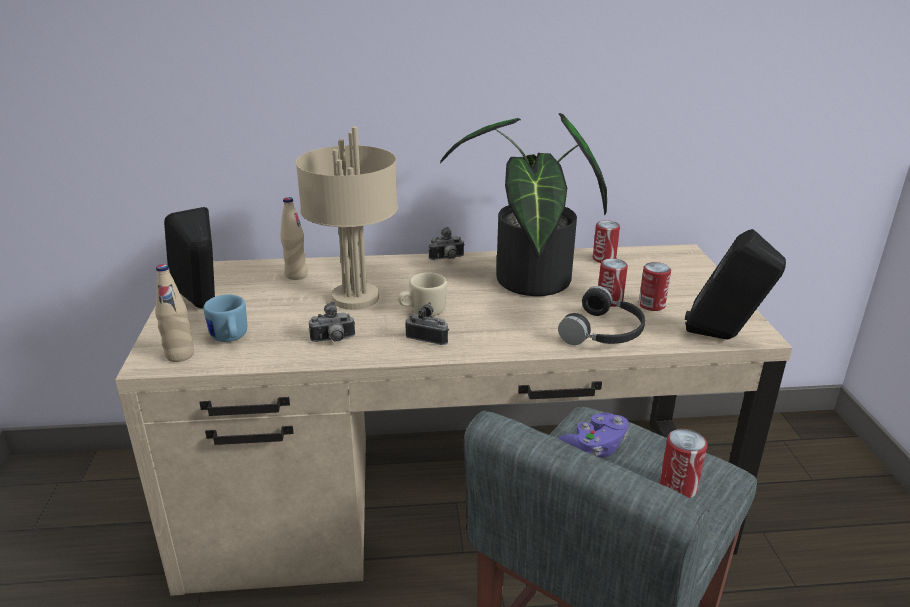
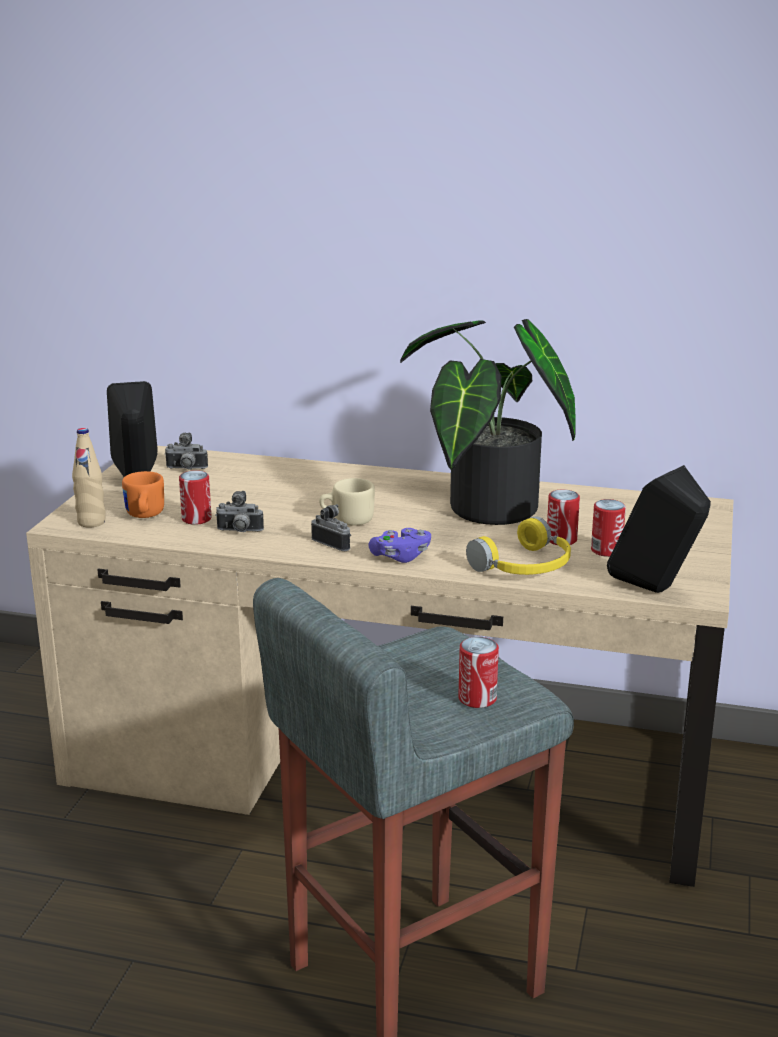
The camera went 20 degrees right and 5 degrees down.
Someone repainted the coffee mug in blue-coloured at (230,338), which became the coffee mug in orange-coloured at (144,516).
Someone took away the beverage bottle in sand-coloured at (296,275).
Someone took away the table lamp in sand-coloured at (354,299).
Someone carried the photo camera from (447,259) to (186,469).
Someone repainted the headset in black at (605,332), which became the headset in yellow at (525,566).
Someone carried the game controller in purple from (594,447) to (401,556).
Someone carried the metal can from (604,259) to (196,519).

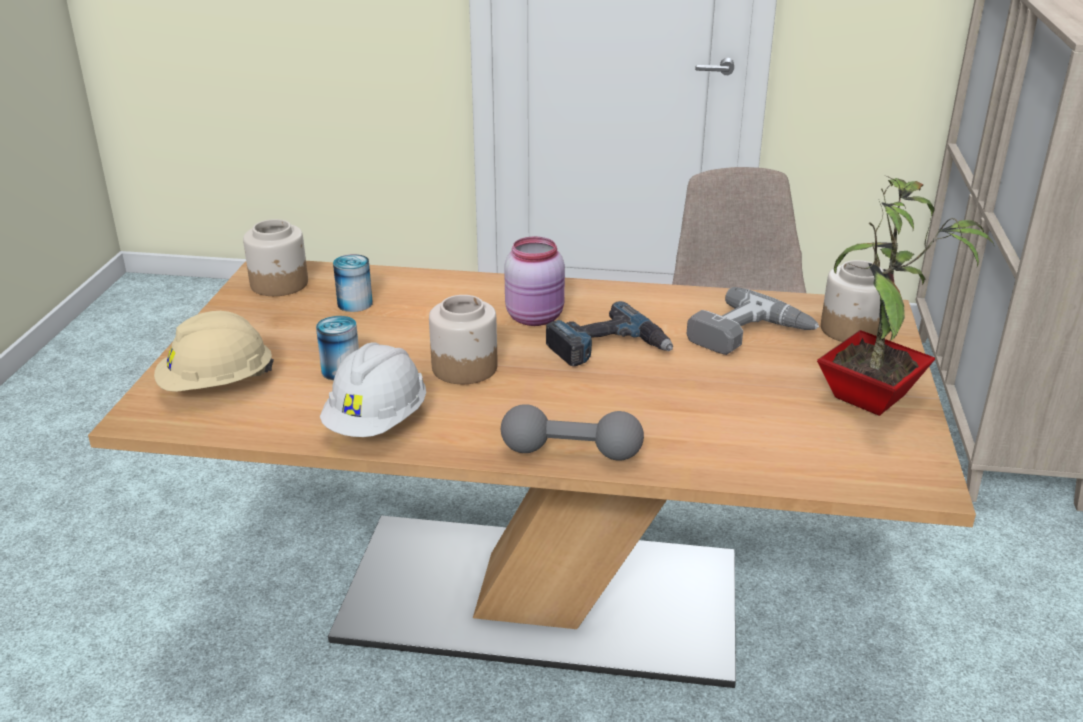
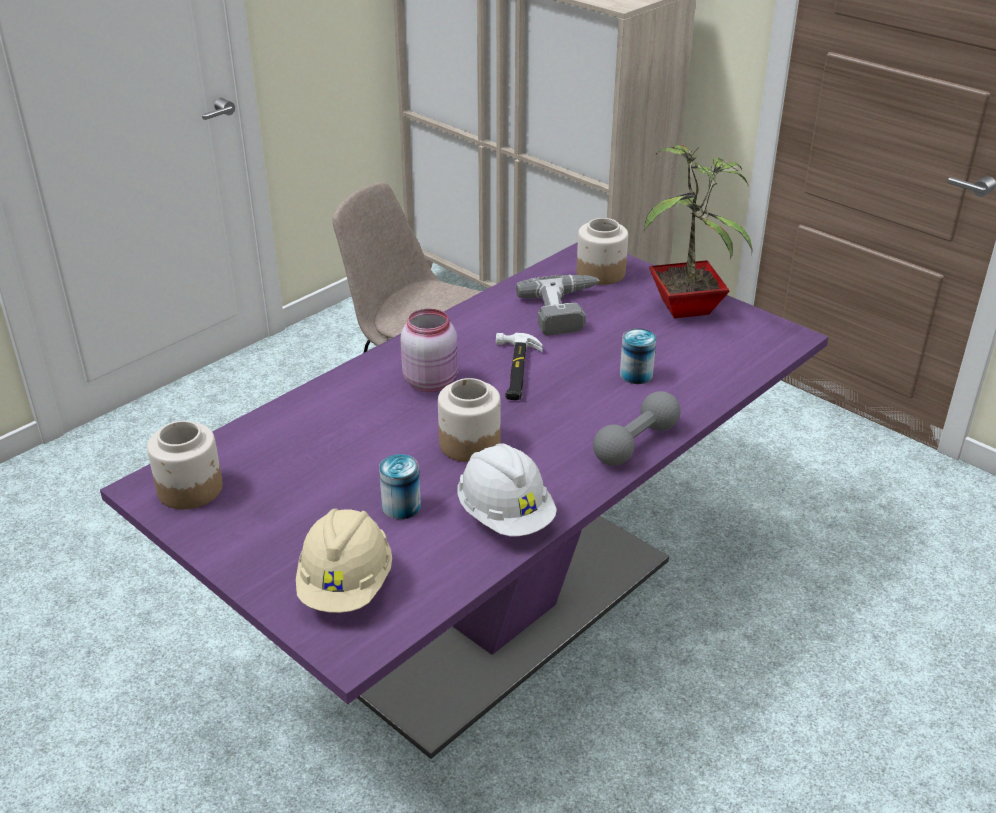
The camera went 55 degrees left and 5 degrees up.
Someone repainted the dinner table in sand-coloured at (541,599), which became the dinner table in purple at (497,610).
Someone carried the metal can from (355,303) to (636,374).
Someone swapped the power drill at (608,348) for the hammer at (515,370).

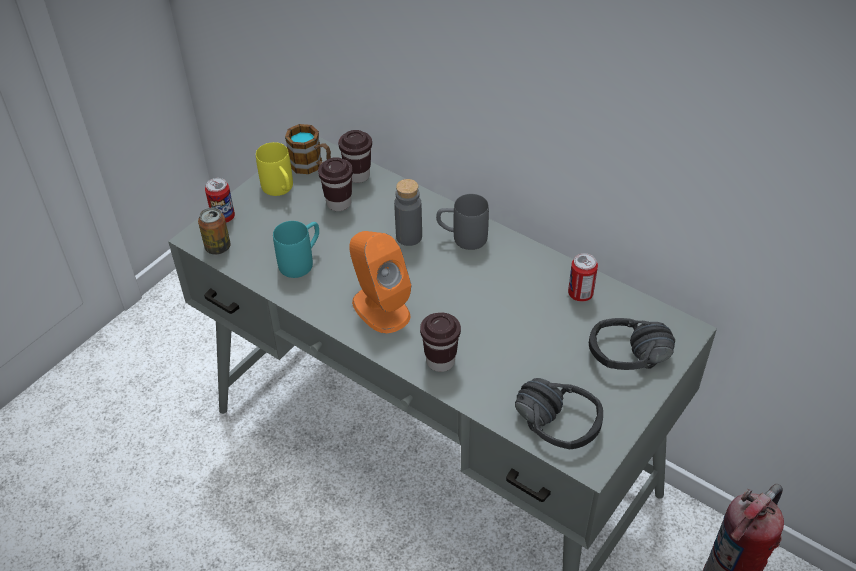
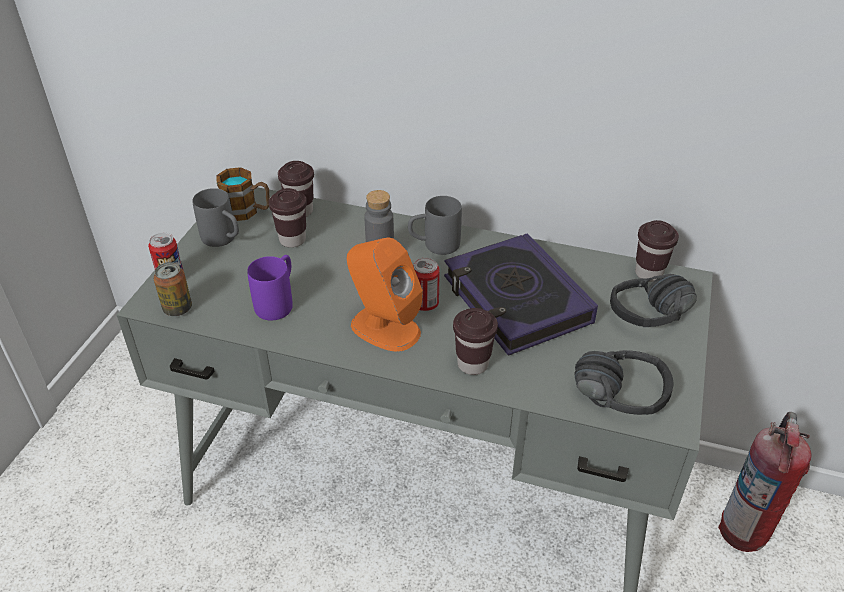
The camera went 20 degrees left and 5 degrees down.
Someone repainted the coffee mug in yellow at (280,190), which became the coffee mug in gray at (224,240).
Someone repainted the coffee mug in turquoise at (302,261), which became the coffee mug in purple at (278,302).
Someone carried the metal can from (580,294) to (425,304).
Someone put down the bound book at (516,301).
Someone put down the drinking cup in brownish at (648,273).

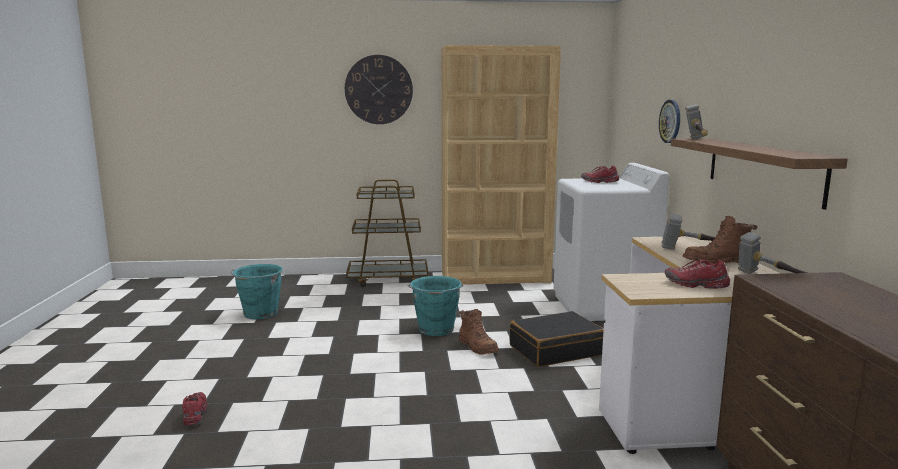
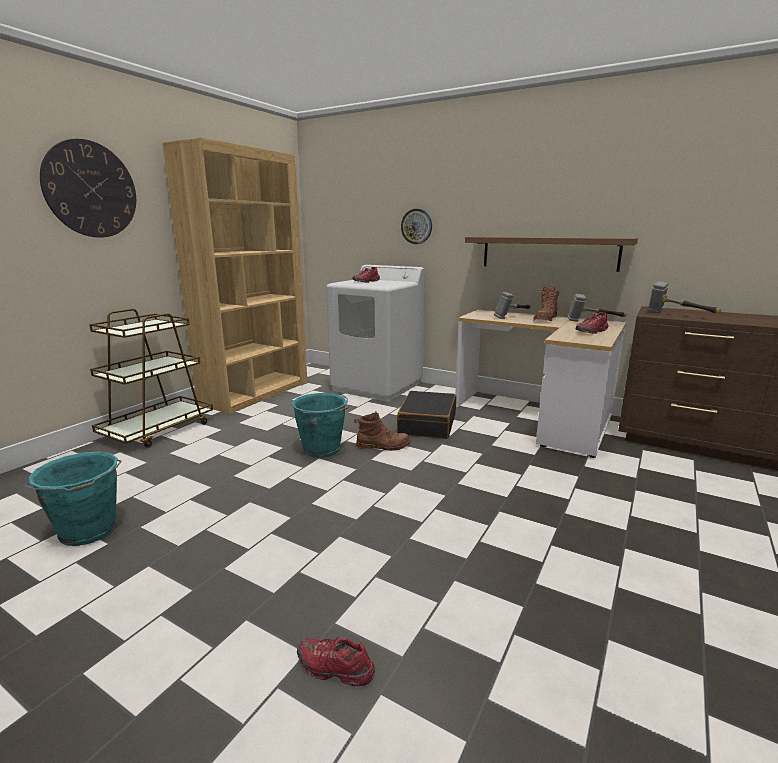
The camera went 55 degrees left and 5 degrees up.
Someone carried the hammer from (697,140) to (678,315).

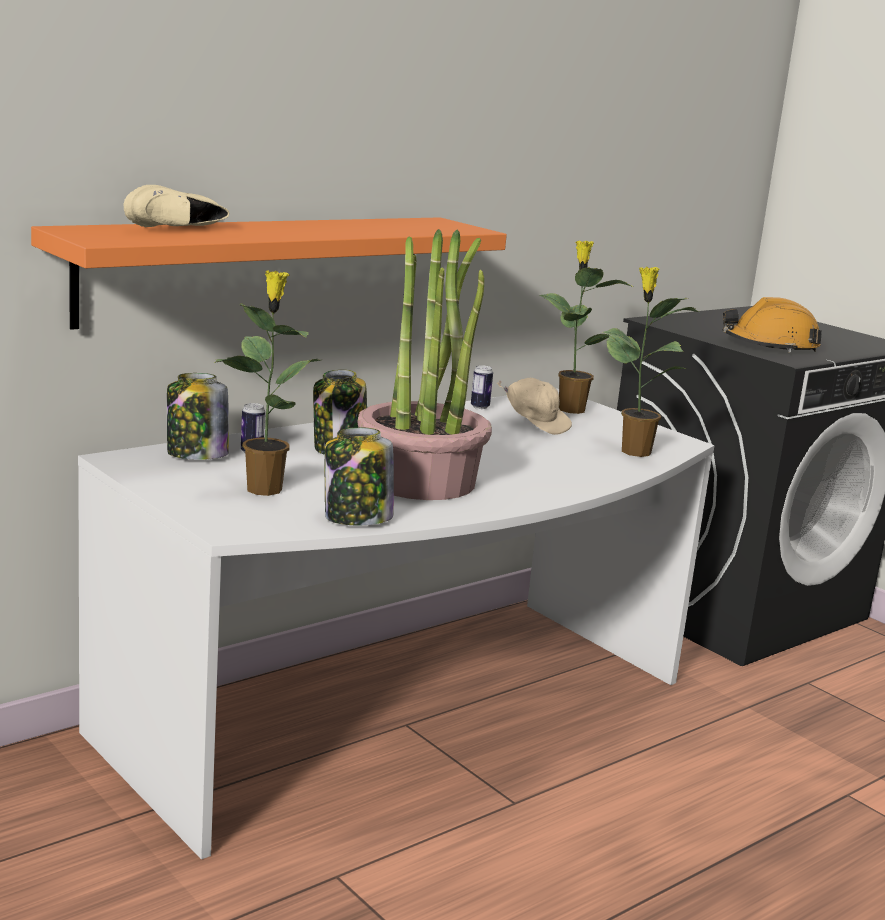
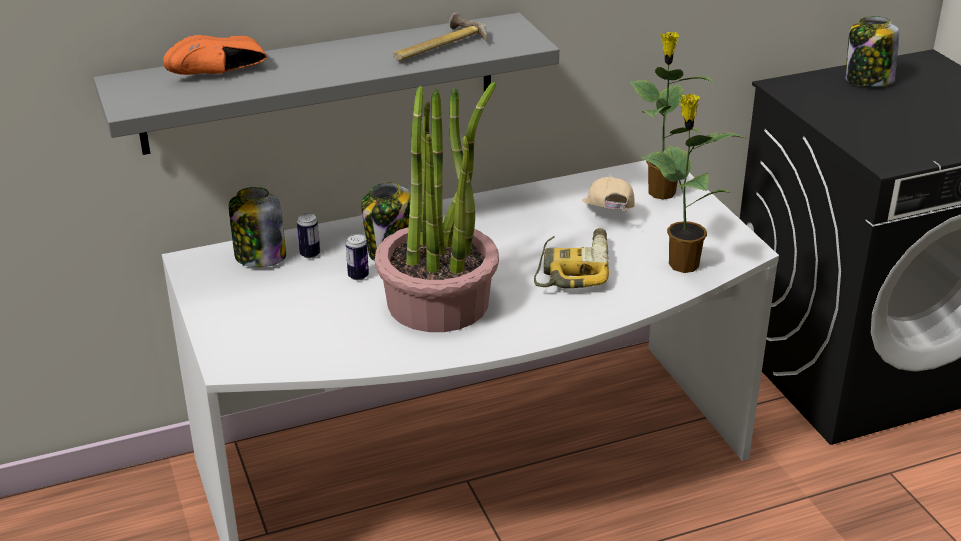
The camera went 20 degrees right and 15 degrees up.
Someone repainted the wall shelf in orange-coloured at (257,268), which became the wall shelf in gray at (320,83).
Someone repainted the item of footwear in sand-coloured at (179,230), which became the item of footwear in orange-coloured at (221,74).
Someone took away the houseplant at (264,488).
Someone carried the storage jar from (356,518) to (867,80).
Someone carried the metal can from (480,407) to (358,276).
Someone rotated the peaked cap in sand-coloured at (535,424) by 150 degrees counterclockwise.
Someone took away the hard hat in orange-coloured at (770,346).
Someone put down the hammer at (437,47).
Someone put down the power drill at (572,268).

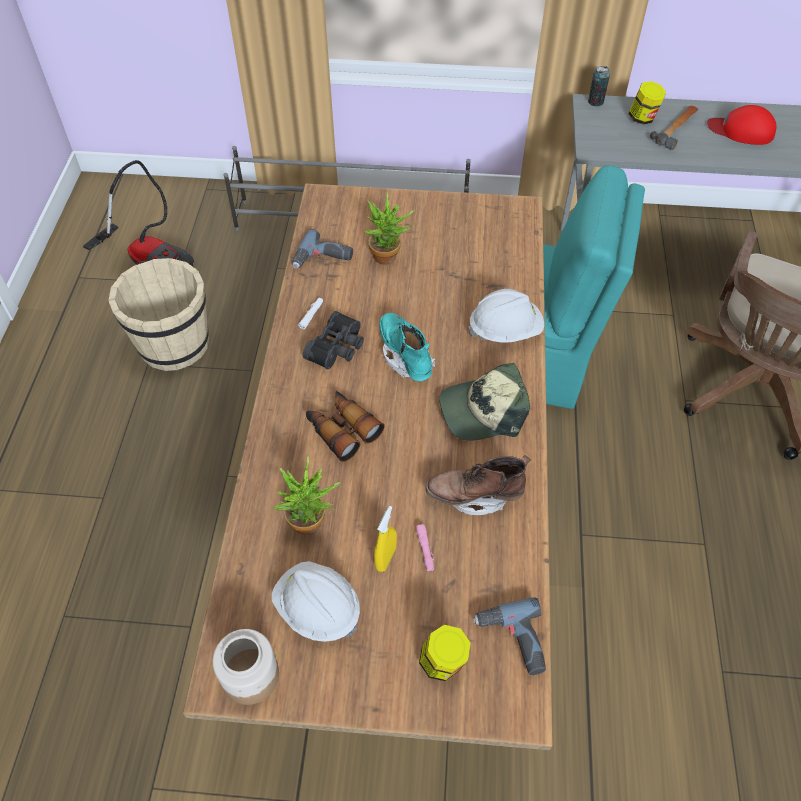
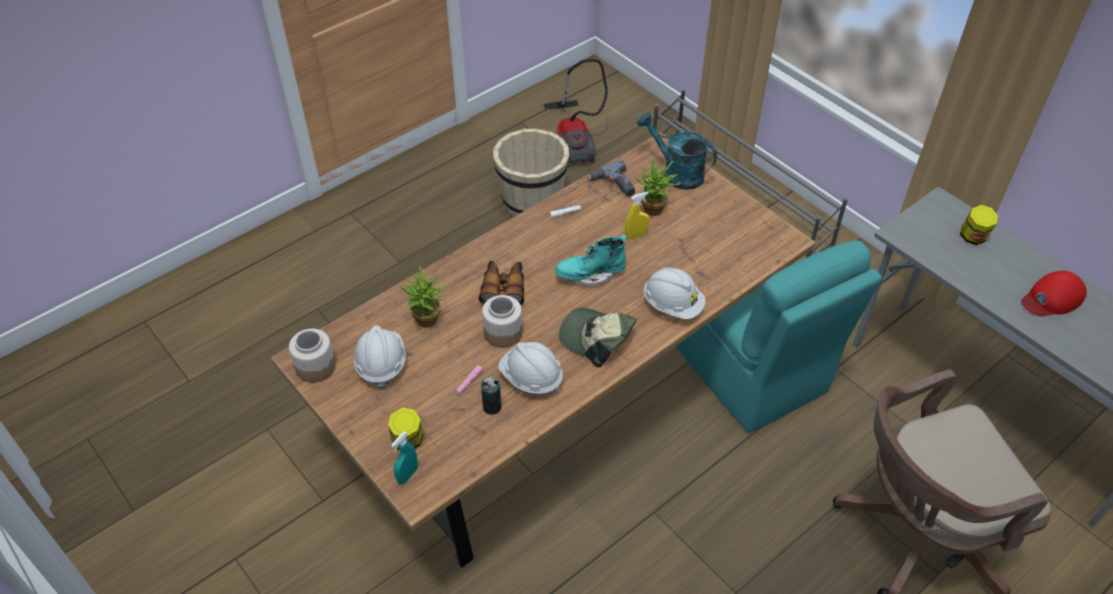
The camera went 45 degrees right and 5 degrees down.
Someone took away the field glasses in black at (338,348).
Someone carried the spray bottle in yellow from (385,558) to (635,236).
Someone rotated the boot in turquoise at (405,356) by 120 degrees counterclockwise.
Someone swapped the boot in brownish at (474,495) for the hard hat in whitish at (531,378).
Someone took away the power drill at (512,642).
Someone carried the metal can from (595,102) to (492,407).
Someone took away the hammer at (676,129).
Someone rotated the peaked cap in red at (741,130) by 90 degrees counterclockwise.
Someone put down the spray bottle in turquoise at (407,475).
Someone put down the storage jar at (502,332).
Someone put down the watering can in turquoise at (676,172).

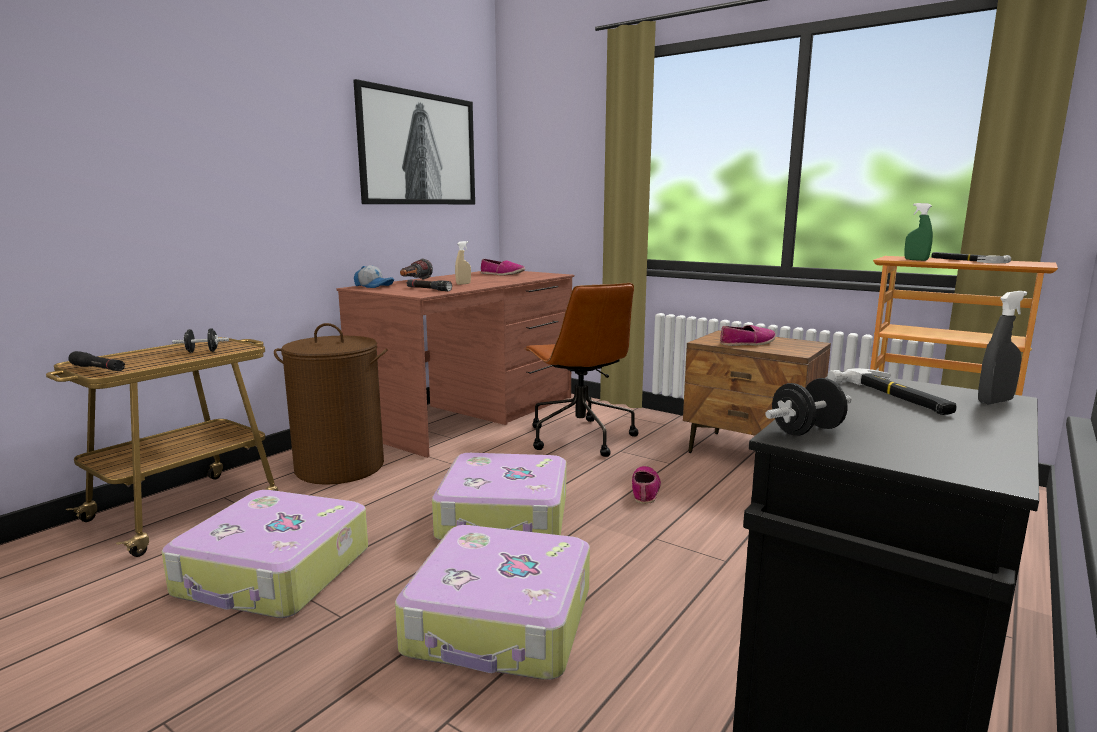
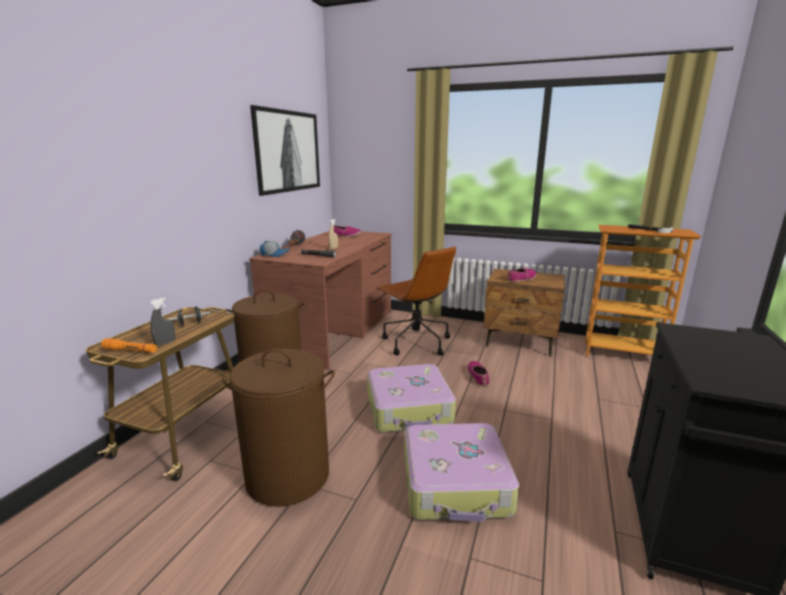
The camera went 15 degrees left and 5 degrees up.
Someone repainted the flashlight in black at (98,369), which became the flashlight in orange-coloured at (130,351).
Someone swapped the suitcase at (274,573) for the laundry basket in brownish at (288,475).
Someone took away the hand weight in black at (806,431).
Someone took away the hammer at (893,397).
Someone took away the spray bottle in green-coloured at (916,260).
Someone carried the spray bottle in gray from (995,401) to (165,343).

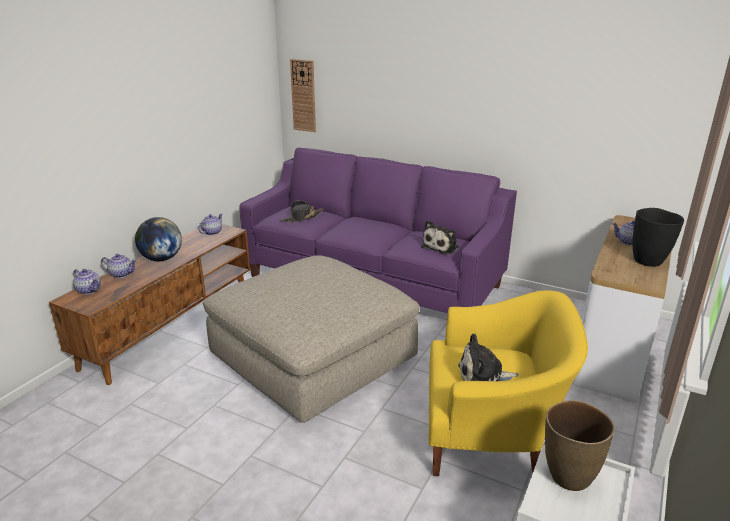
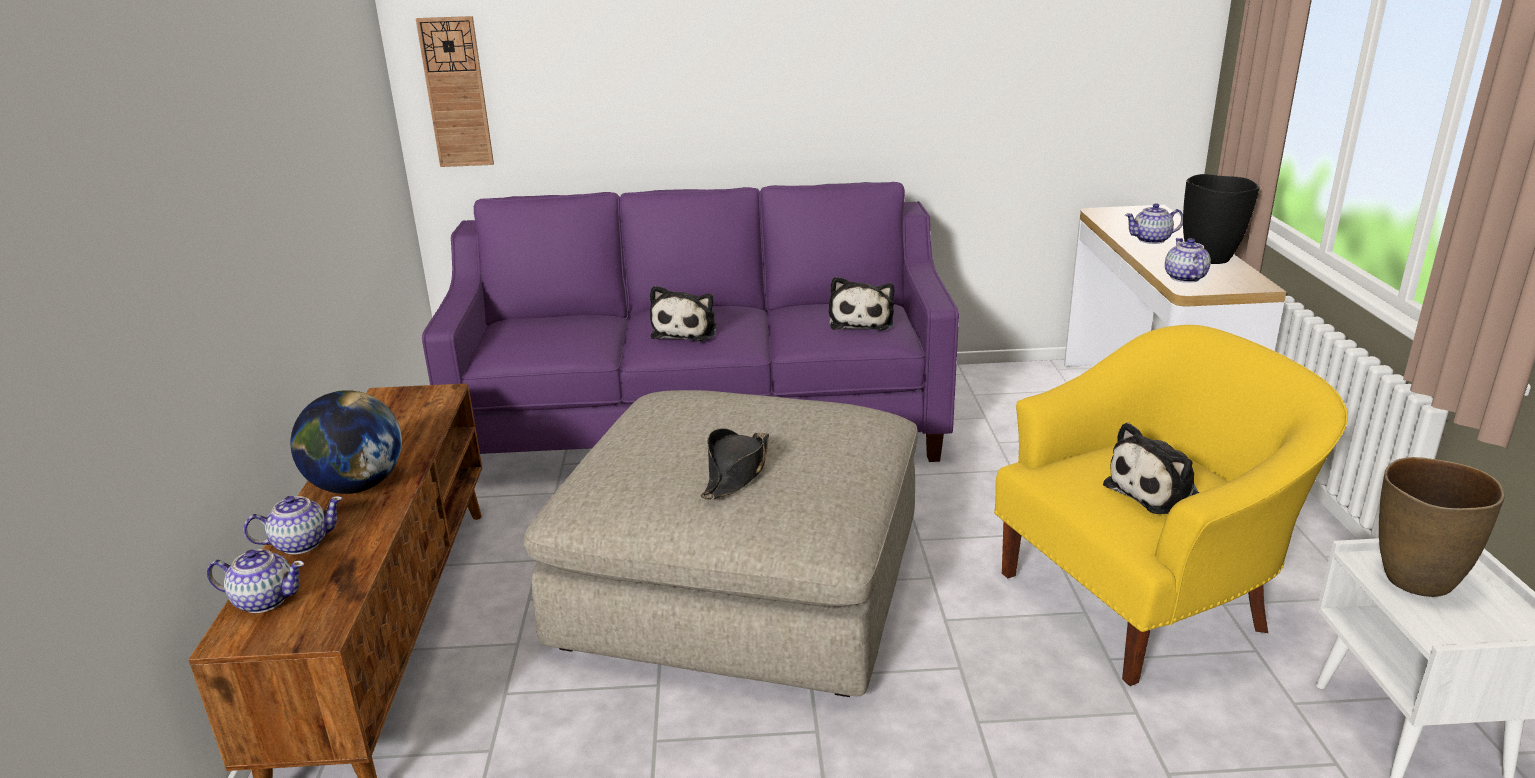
The camera went 30 degrees left and 0 degrees up.
Someone carried the tea pot from (211,232) to (1184,278).
Someone carried the hat in black from (302,218) to (736,473).
Someone put down the soft toy at (686,331).

